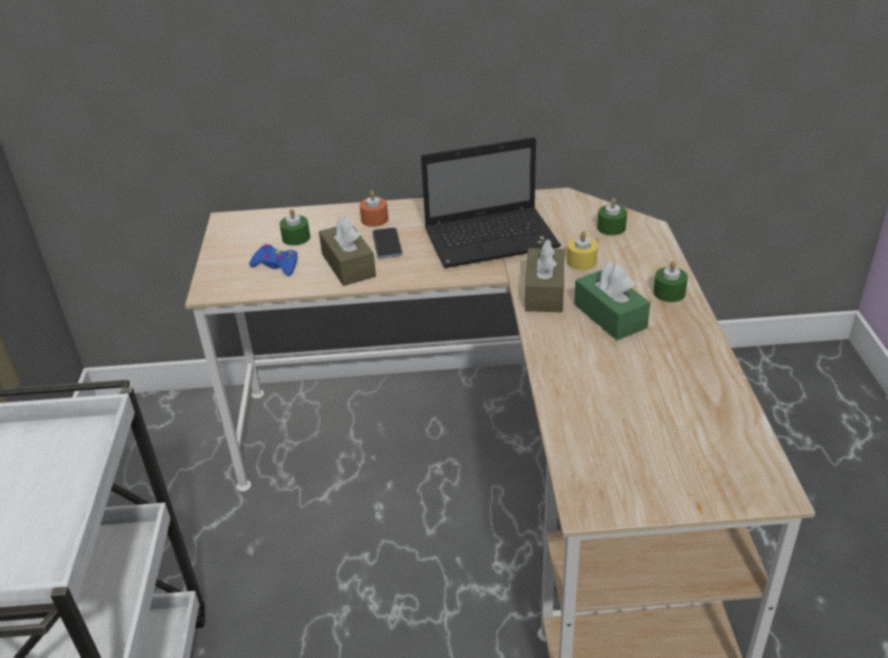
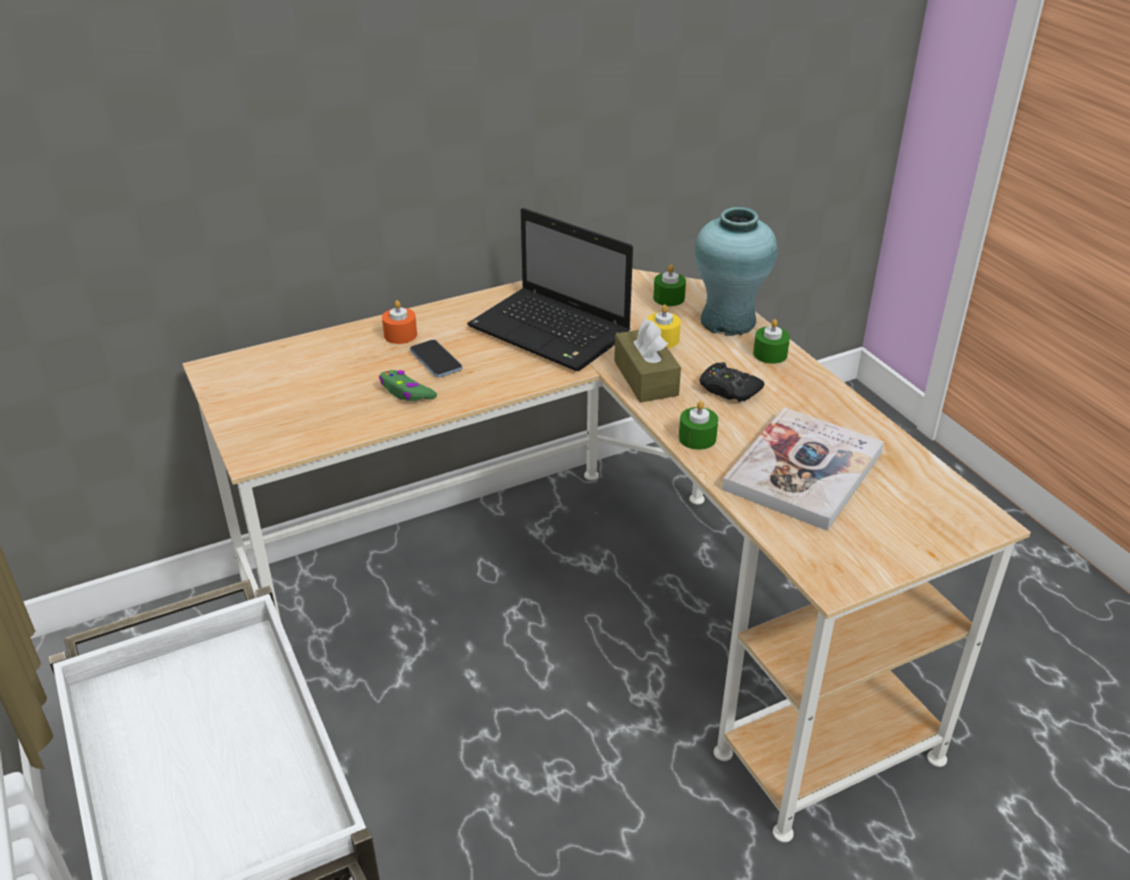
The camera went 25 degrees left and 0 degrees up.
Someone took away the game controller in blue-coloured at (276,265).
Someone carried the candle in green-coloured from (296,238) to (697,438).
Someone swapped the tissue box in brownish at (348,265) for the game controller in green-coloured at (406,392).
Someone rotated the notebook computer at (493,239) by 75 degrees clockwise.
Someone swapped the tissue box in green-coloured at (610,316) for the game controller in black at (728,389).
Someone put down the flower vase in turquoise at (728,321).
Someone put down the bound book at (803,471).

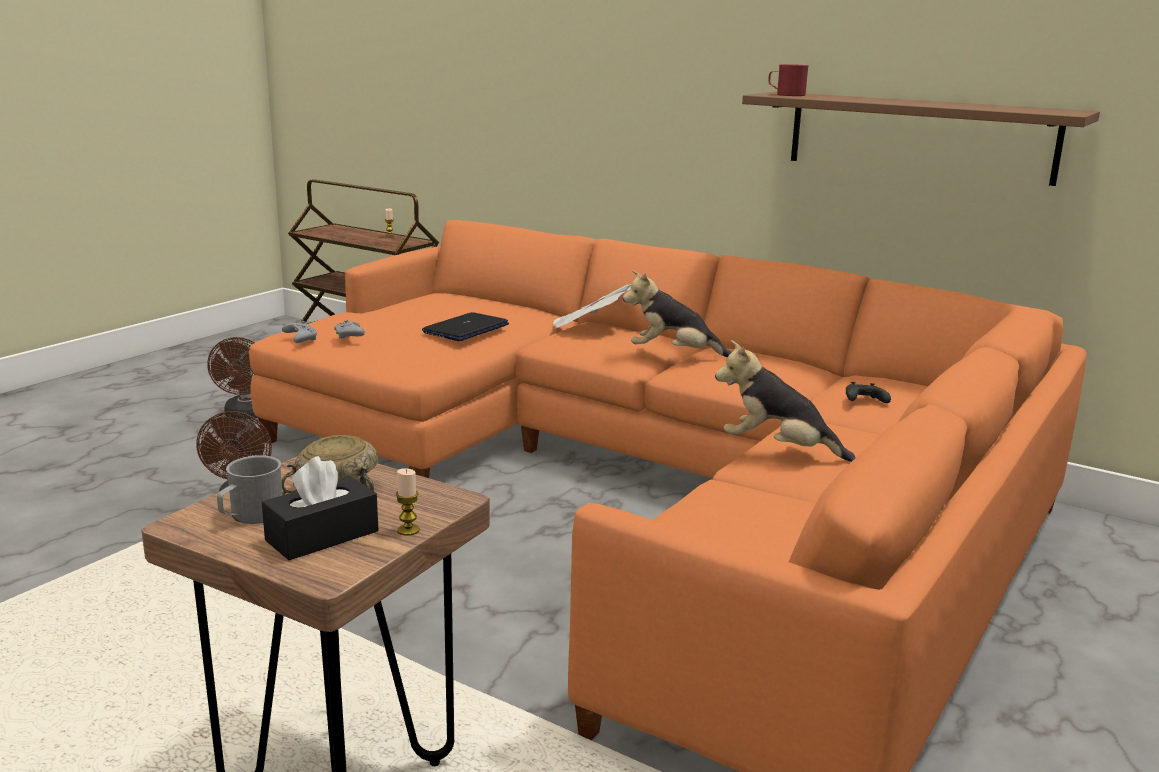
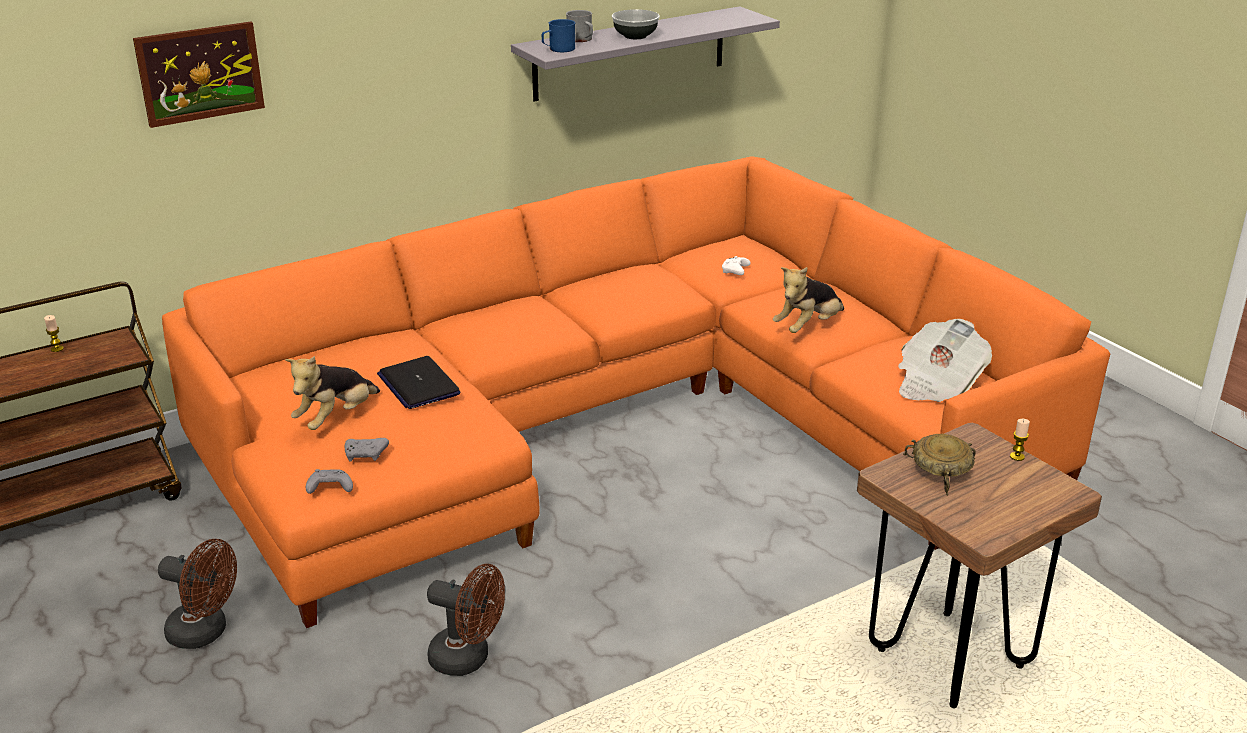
The camera went 65 degrees left and 10 degrees up.
Someone carried the coffee mug in gray from (250,516) to (581,40).
Someone took away the tissue box in black at (322,536).
Someone carried the newspaper from (589,328) to (937,384).
Someone carried the soft toy from (673,354) to (336,418).
Someone repainted the wall shelf in brownish at (919,136), which became the wall shelf in gray at (630,53).
Someone repainted the coffee mug in red at (786,94), which became the coffee mug in blue-coloured at (558,49).
Someone repainted the game controller in black at (863,401), which became the game controller in whitish at (735,272).
Someone put up the wall art at (200,73).
Someone put down the bowl at (635,36).

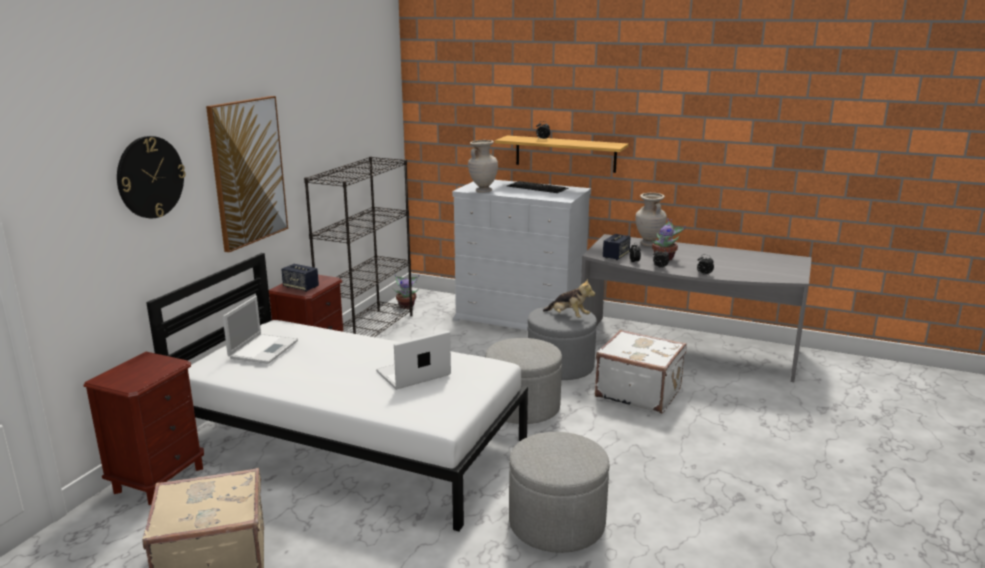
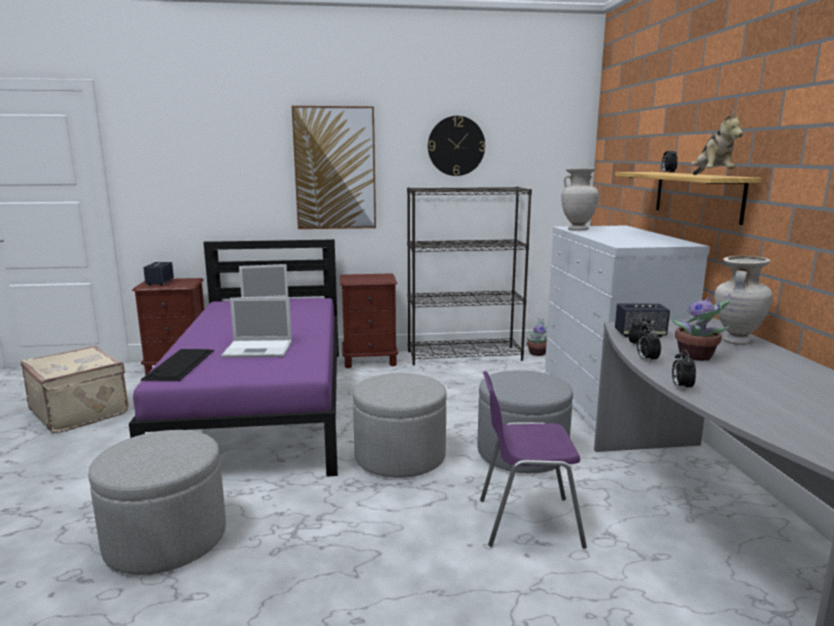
The camera went 60 degrees right and 5 degrees down.
Someone carried the clock on the wall from (150,177) to (456,146).
Someone repainted the bedroom bed in whitish at (351,443), which became the bedroom bed in purple at (263,405).
Someone carried the audio speaker from (301,287) to (160,283).
Someone rotated the notebook computer at (412,374) by 150 degrees clockwise.
Someone carried the keyboard from (537,187) to (180,364).
Someone carried the soft toy from (568,317) to (711,176).
Someone swapped the suitcase in whitish at (638,392) for the upright chair in purple at (526,521).

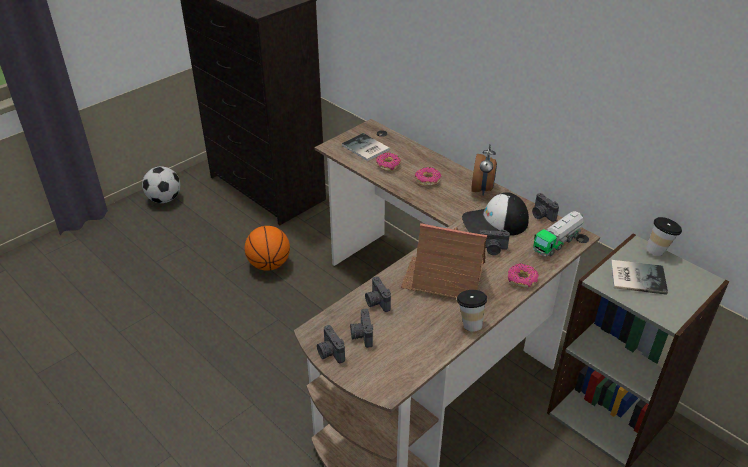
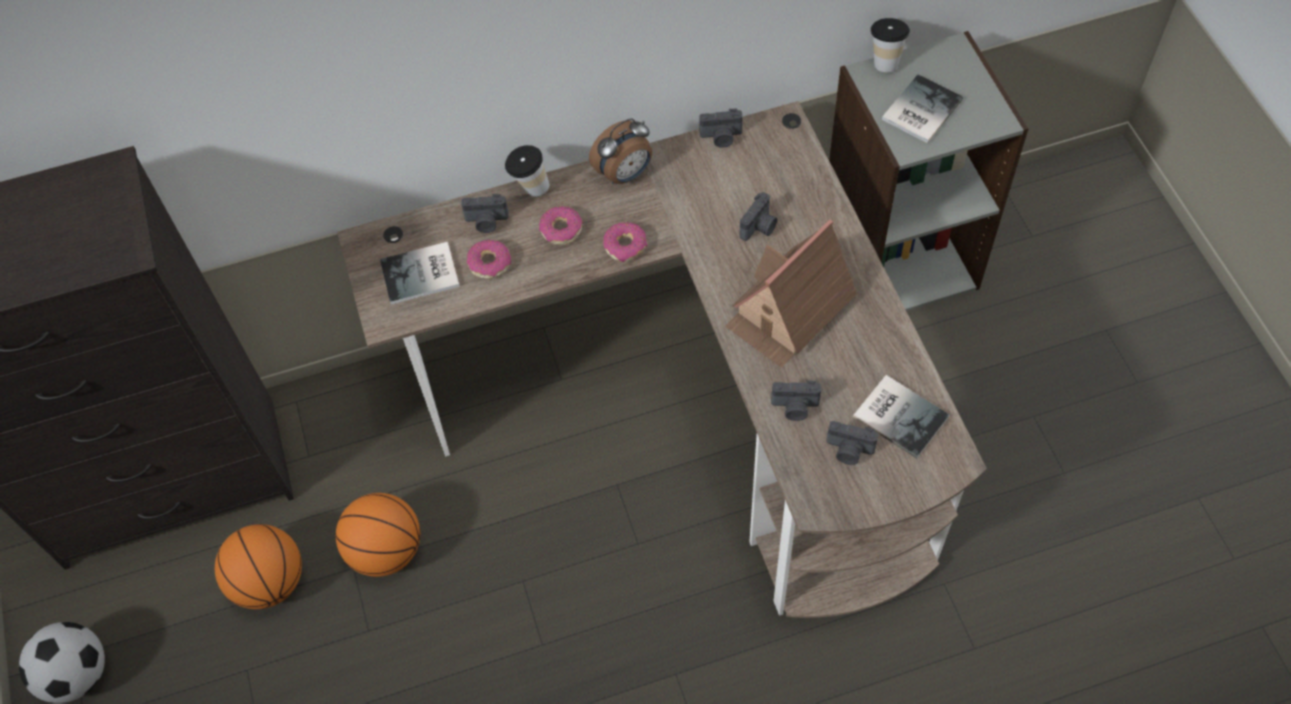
The camera went 60 degrees left and 20 degrees up.
Someone carried the photo camera from (330,353) to (486,222).
Someone carried the drinking cup from (469,323) to (529,188).
Someone took away the peaked cap at (495,223).
Someone rotated the bedside clock at (482,189) by 105 degrees clockwise.
Someone carried the donut from (522,280) to (625,246).
Someone took away the toy truck at (557,242).
Someone put down the basketball at (269,582).
Someone put down the bound book at (900,414).

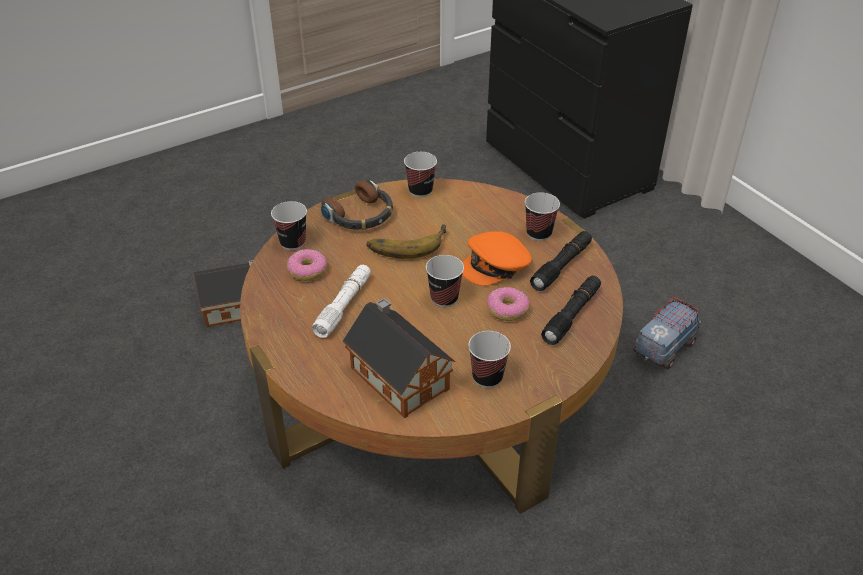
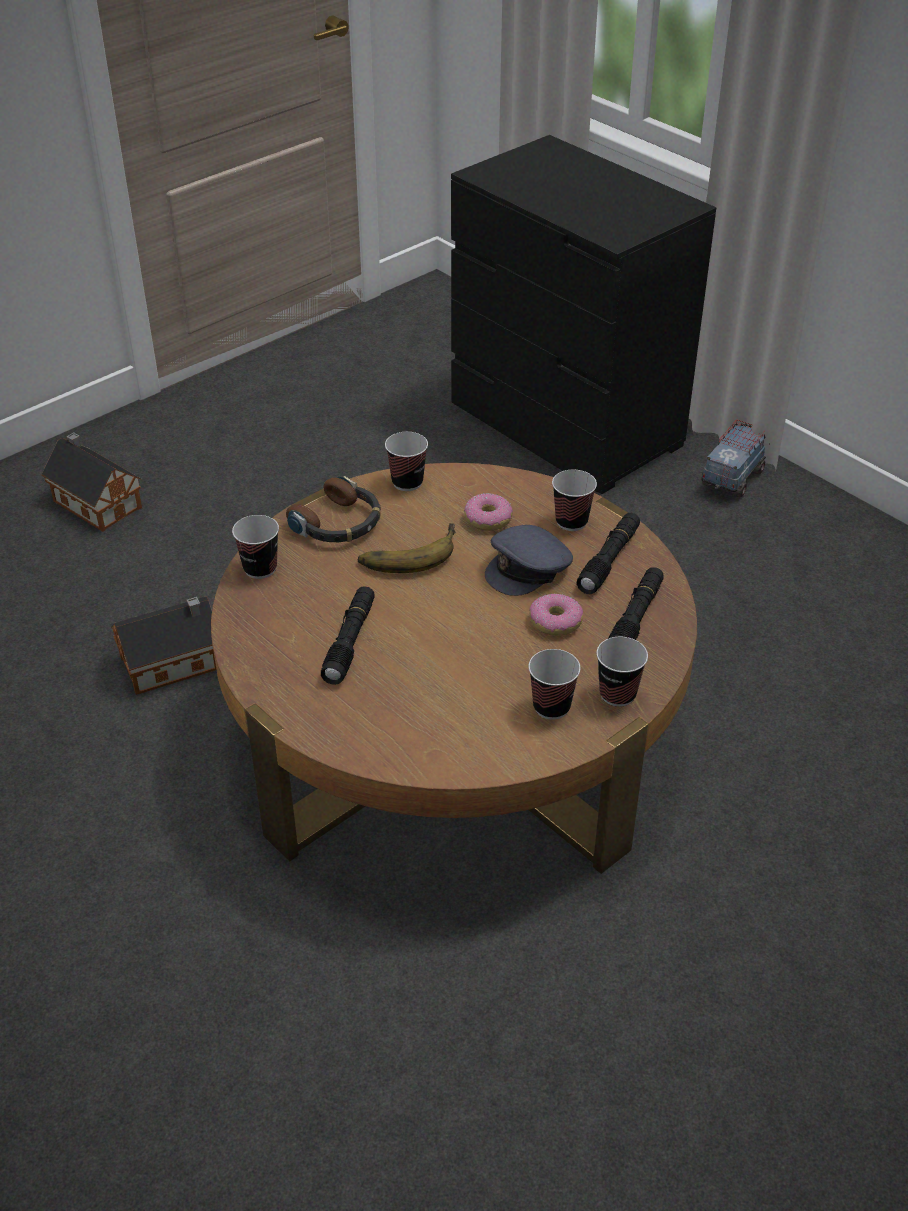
The camera went 10 degrees left and 0 degrees up.
Someone carried the donut from (308,271) to (488,519).
Someone repainted the flashlight in whitish at (343,306), which became the flashlight in black at (350,642).
Someone carried the miniature house from (397,375) to (95,502).
Someone carried the drinking cup from (444,298) to (617,694).
Someone repainted the peaked cap in orange-coloured at (496,265), which became the peaked cap in gray at (529,568).
Someone carried the toy truck from (664,348) to (732,478).

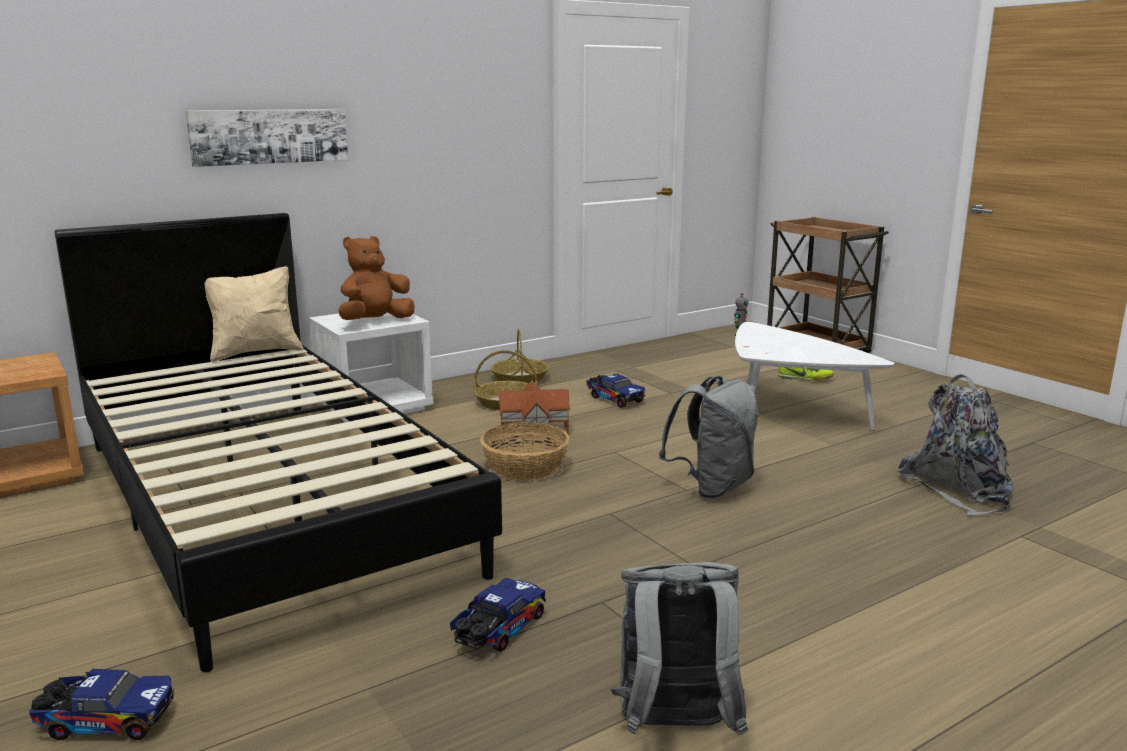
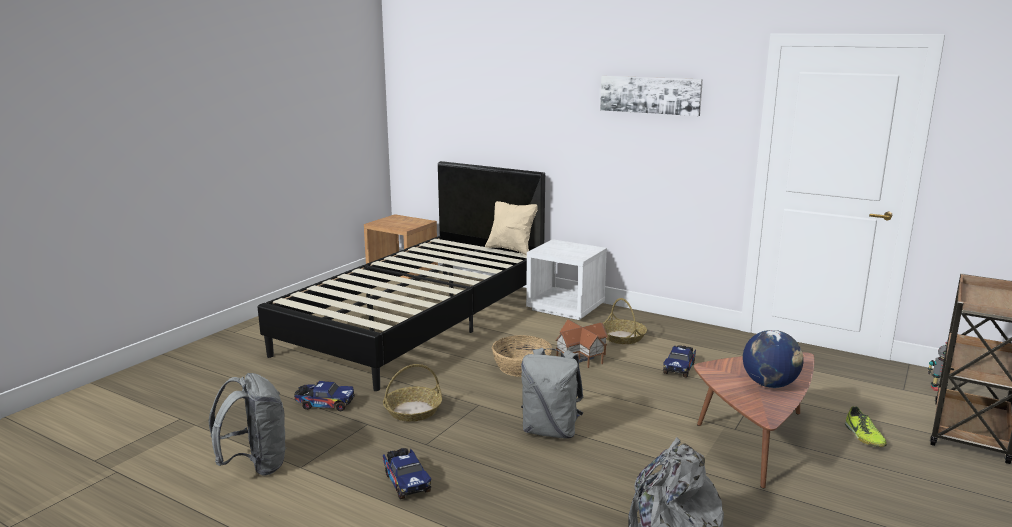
The camera went 65 degrees right and 0 degrees up.
Someone carried the toy truck from (104,722) to (406,481).
Someone carried the wall art from (269,136) to (650,95).
Someone took away the soft toy in brownish at (375,321).
Someone carried the household basket from (519,378) to (413,410).
Someone repainted the coffee table in whitish at (787,411), which became the coffee table in brownish at (754,439).
Someone put down the globe at (770,384).

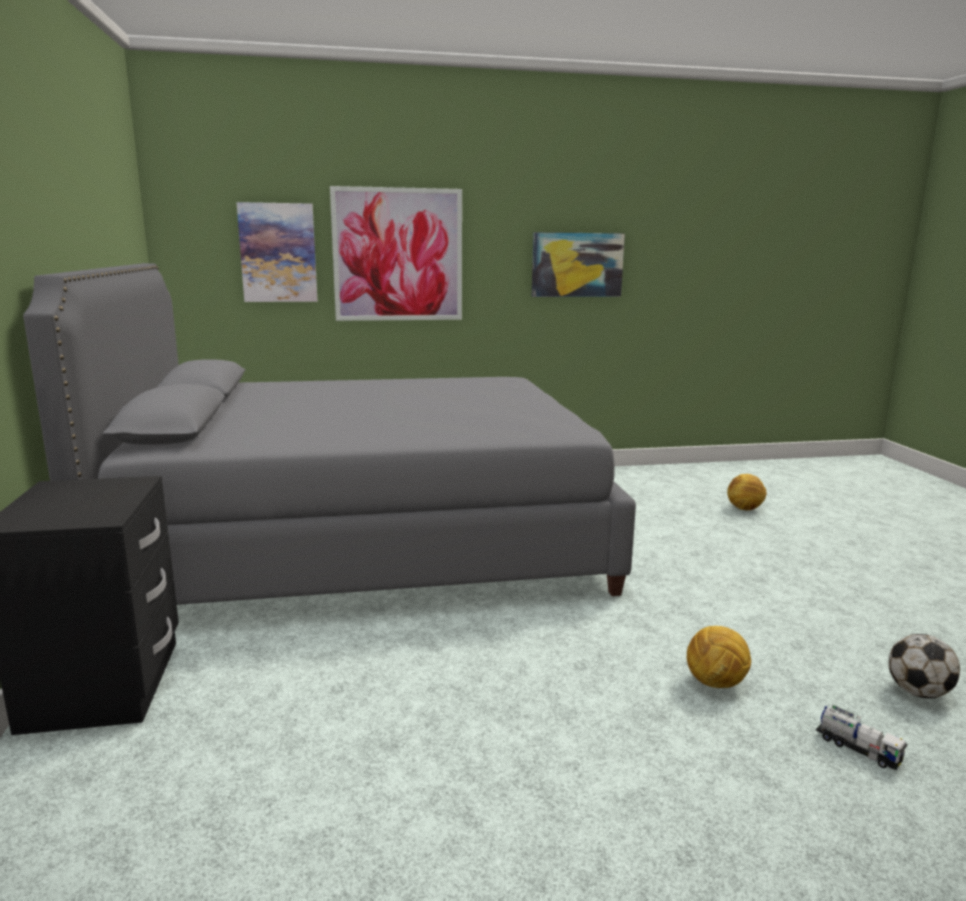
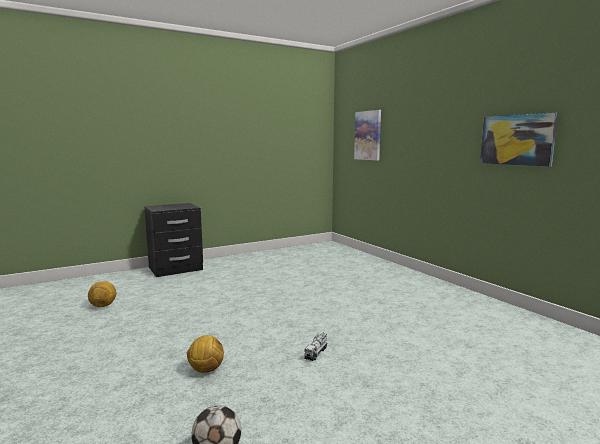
The camera went 70 degrees right and 5 degrees down.
Someone took away the bedroom bed in gray at (365,541).
Someone took away the wall art at (398,255).
Someone carried the football from (744,508) to (103,306).
Someone carried the toy truck from (857,749) to (316,353).

